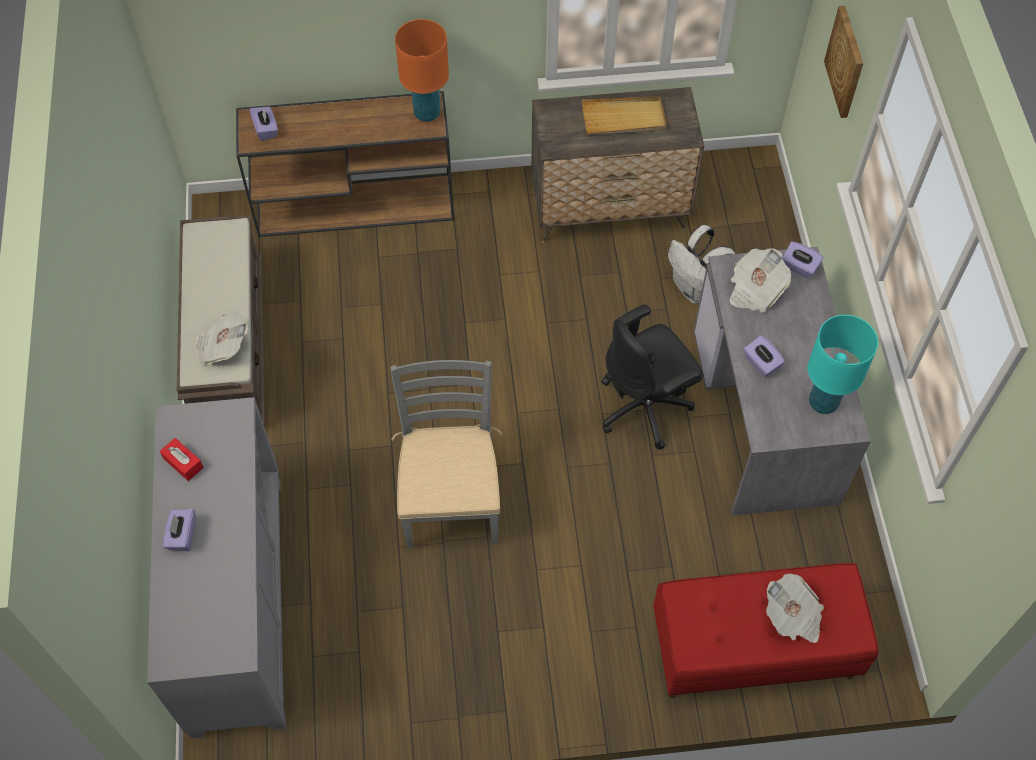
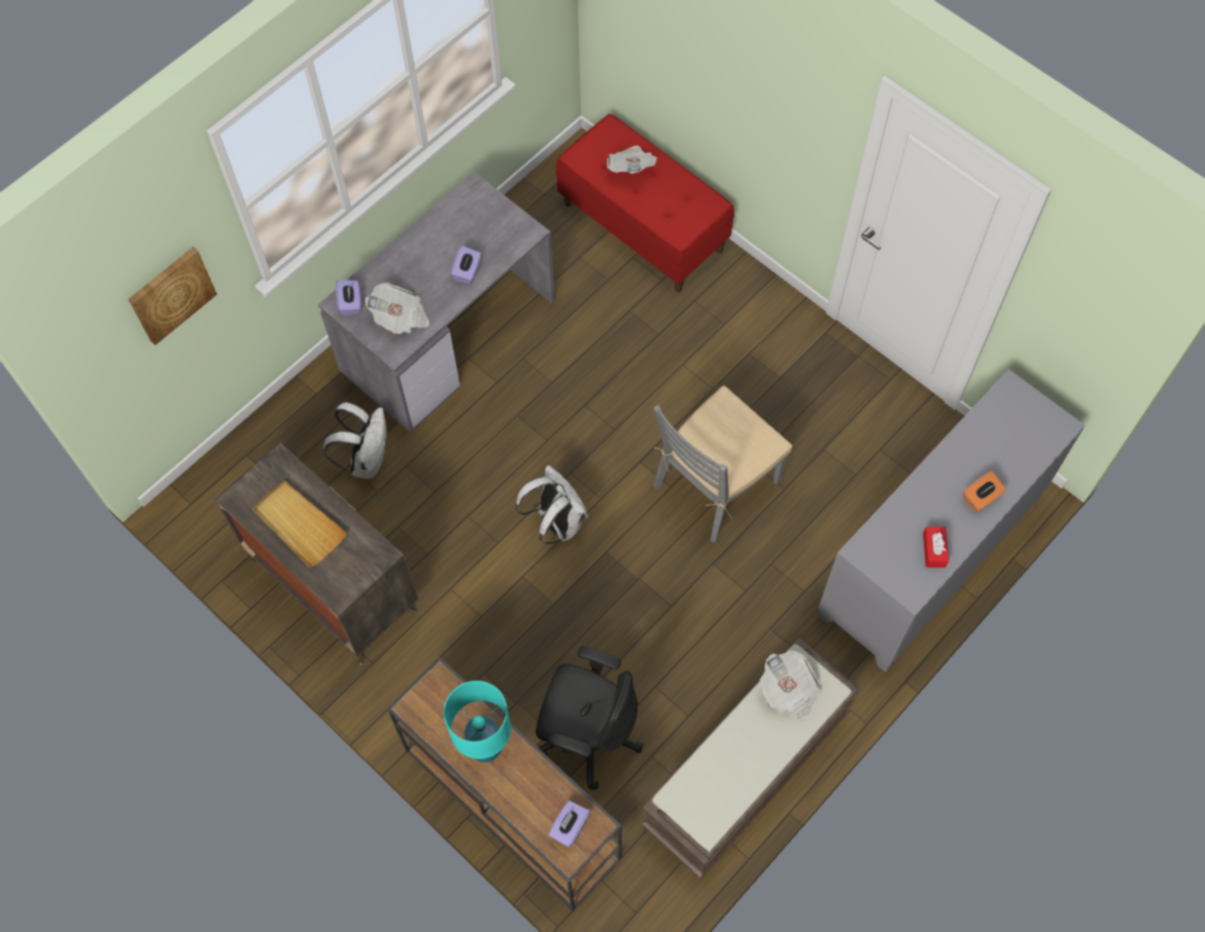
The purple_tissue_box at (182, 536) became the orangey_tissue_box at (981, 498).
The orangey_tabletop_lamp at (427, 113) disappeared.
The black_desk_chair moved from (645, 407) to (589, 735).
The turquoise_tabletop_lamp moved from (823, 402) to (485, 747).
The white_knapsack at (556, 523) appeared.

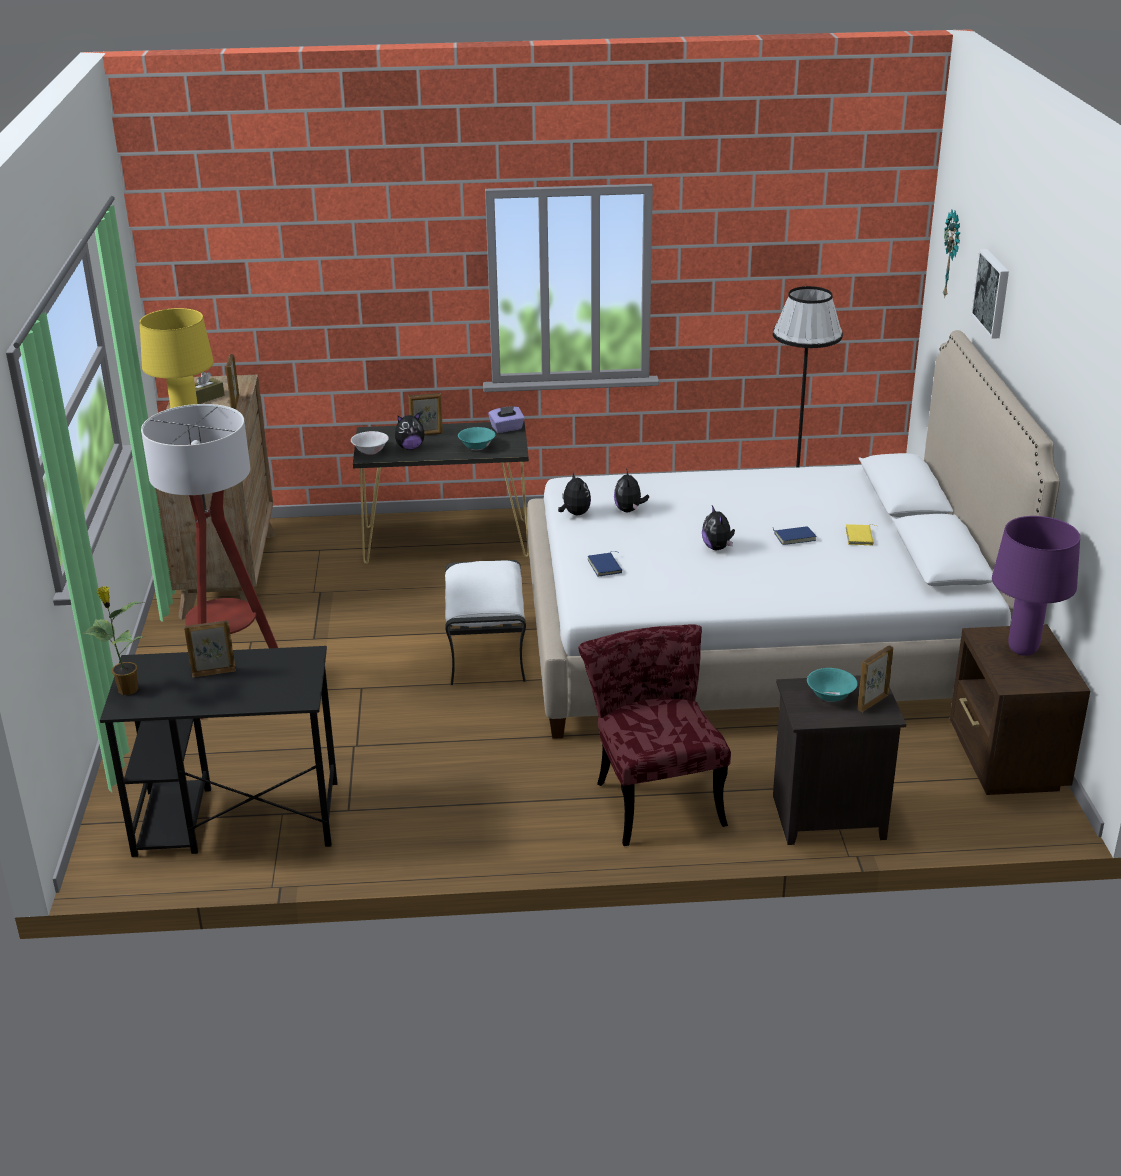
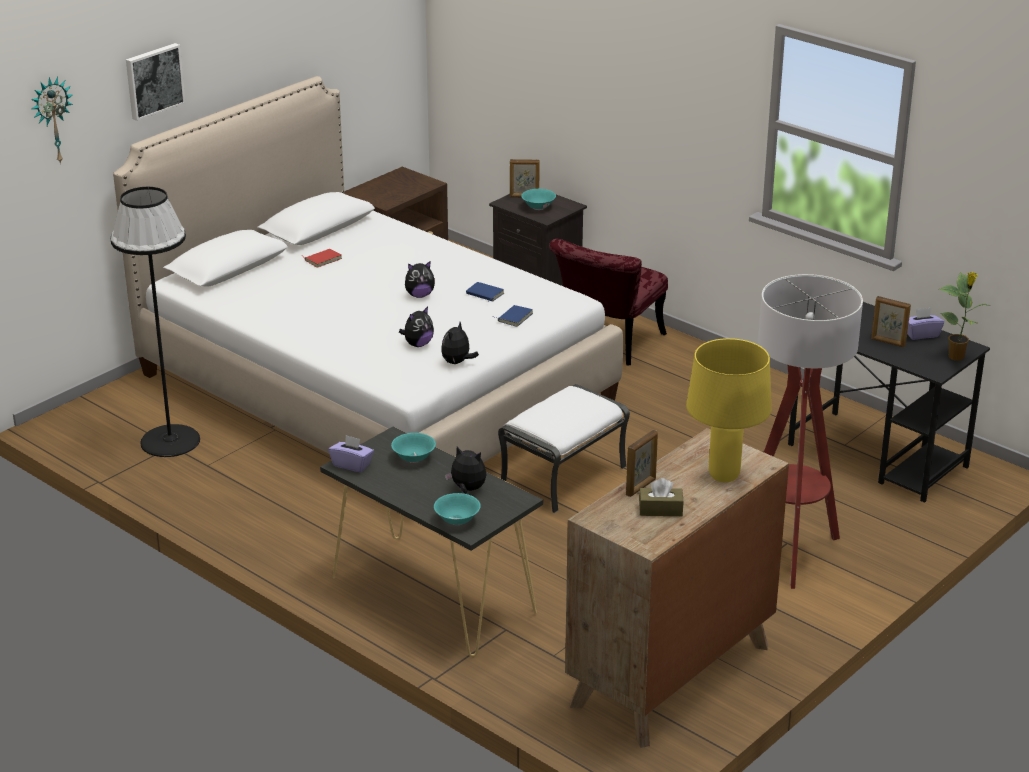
The white_deep_dish at (370, 451) disappeared.
The picture_frame at (427, 434) disappeared.
The cuddly_toy at (717, 548) turned 45 degrees clockwise.
The bluish_volume moved from (794, 537) to (484, 294).
The yellow_volume at (860, 537) became the red_volume at (322, 259).
The purple_tabletop_lamp at (1022, 649) disappeared.
The turquoise_deep_dish at (457, 520) appeared.
The purple_tissue_box at (921, 334) appeared.

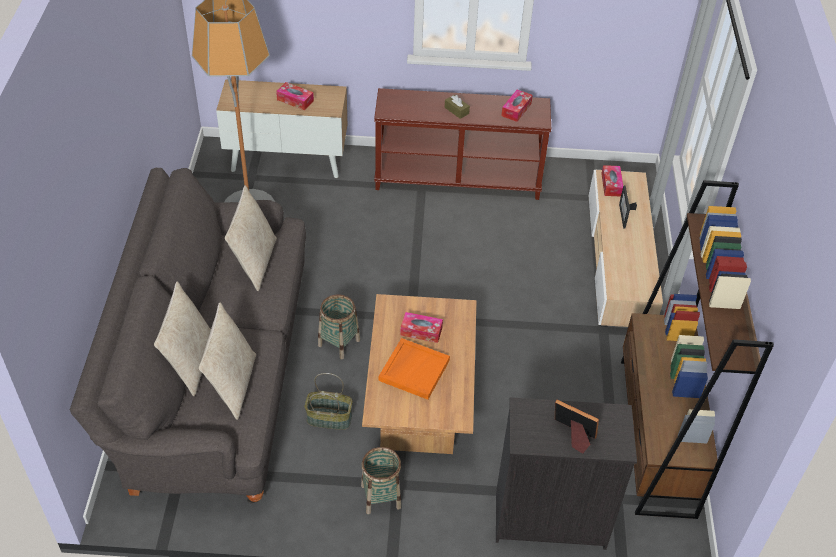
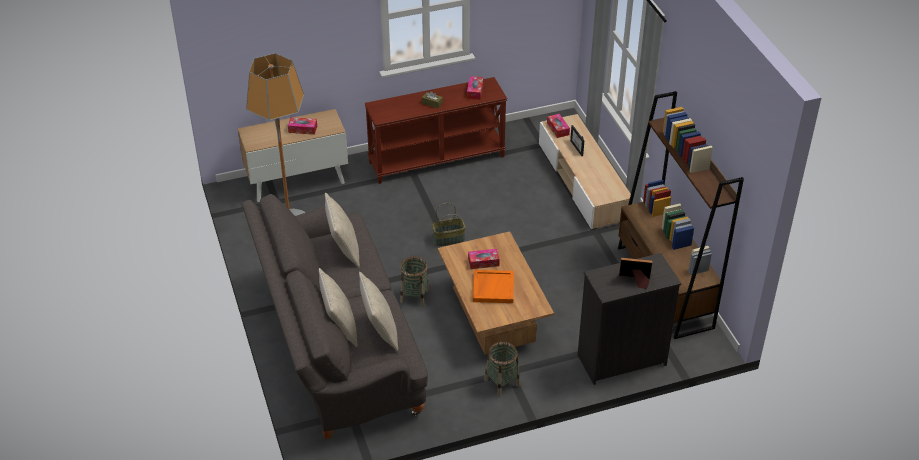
The storage_basket moved from (329, 418) to (449, 239).

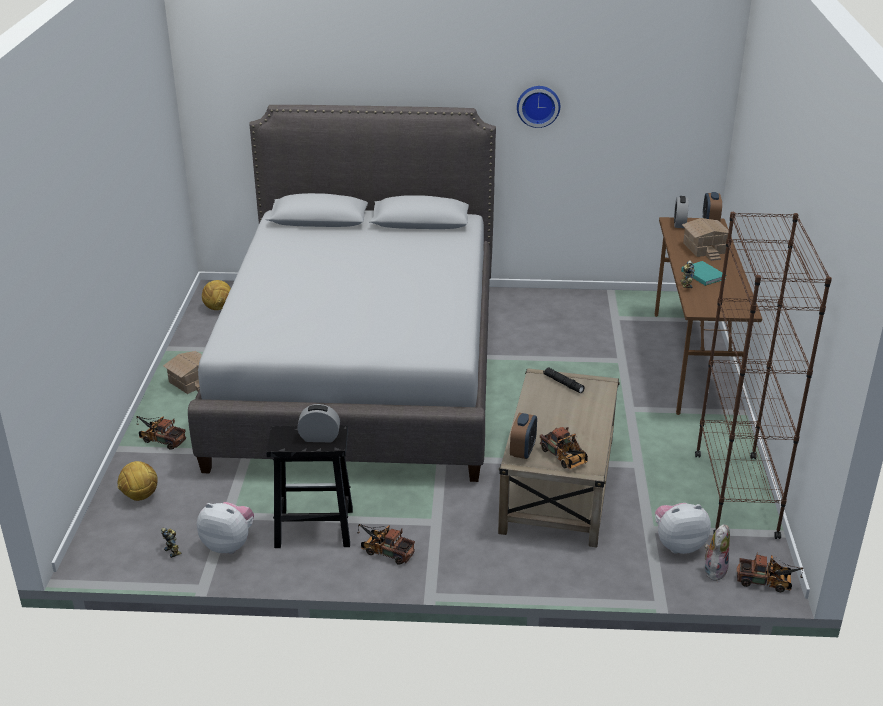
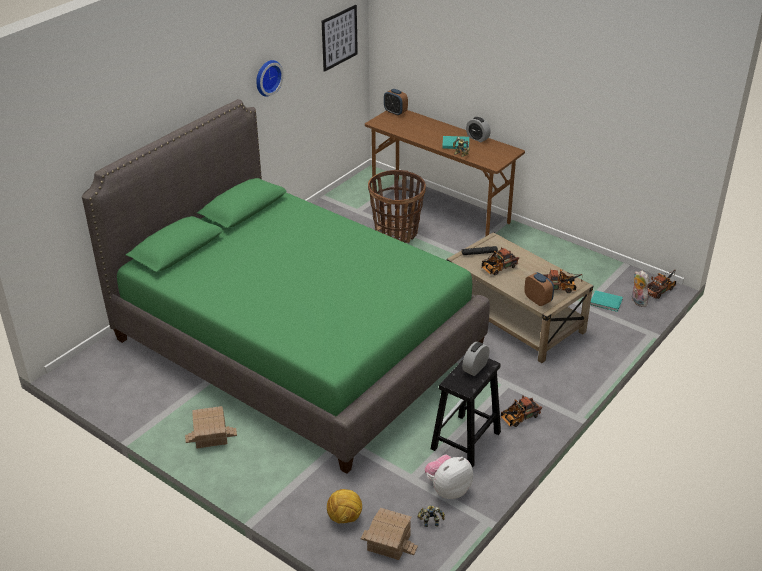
The toy_truck moved from (160, 439) to (497, 269).
The grey_bedroom_bed at (361, 371) became the green-coloured_bedroom_bed at (297, 343).
The football_ball at (219, 308) disappeared.
The cuddly_toy at (678, 544) was replaced by the turquoise_volume at (606, 302).
The bedside_clock moved from (679, 223) to (477, 138).
The miniature_house moved from (703, 248) to (388, 543).
The brown_bookshelf at (735, 494) disappeared.
The picture at (339, 37) appeared.
The storage_basket at (396, 232) appeared.

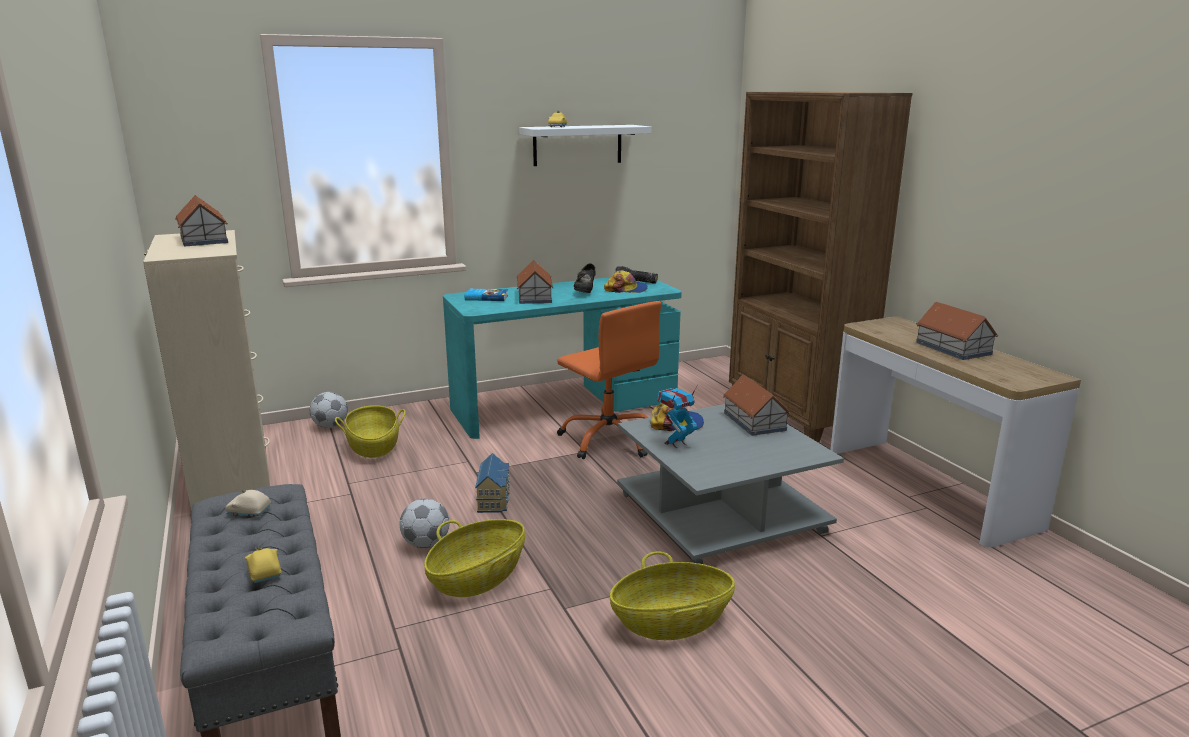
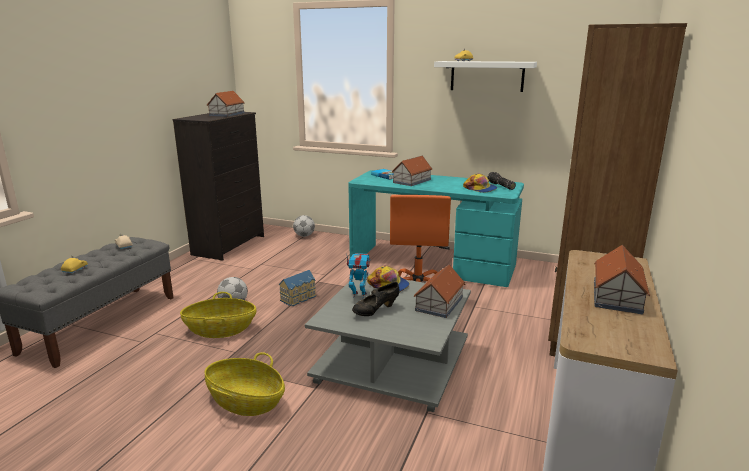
The beige-coloured_chest_of_drawers at (233, 478) became the black_chest_of_drawers at (230, 245).
The storage_basket at (373, 446) disappeared.
The black_item_of_footwear moved from (585, 291) to (376, 311).

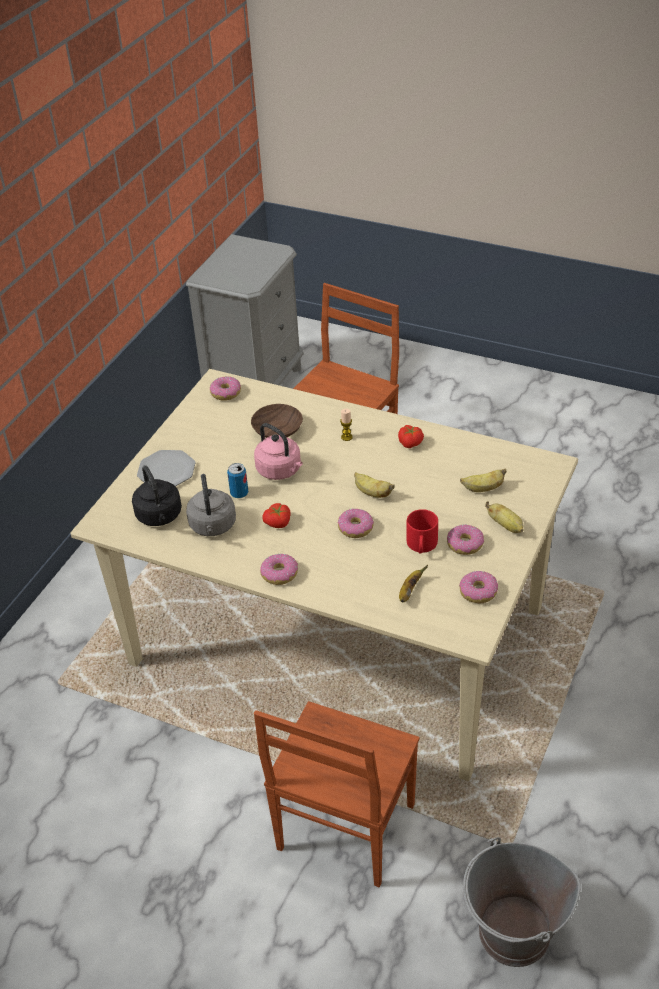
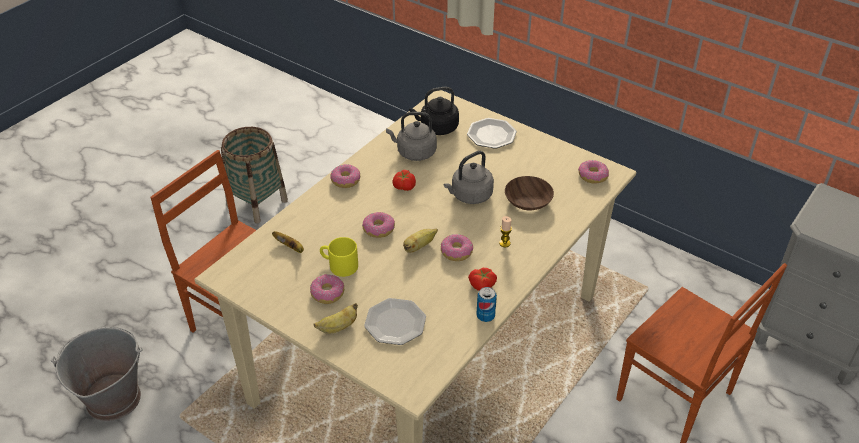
The sealed_can moved from (239, 493) to (485, 316).
The pink_water_kettle at (280, 471) became the grey_water_kettle at (469, 196).
The red_tea_mug at (422, 546) became the yellow_tea_mug at (339, 265).
The donut moved from (478, 591) to (456, 252).
The banana at (483, 489) was replaced by the flat_dish at (395, 323).
The storage_basket at (257, 203) appeared.

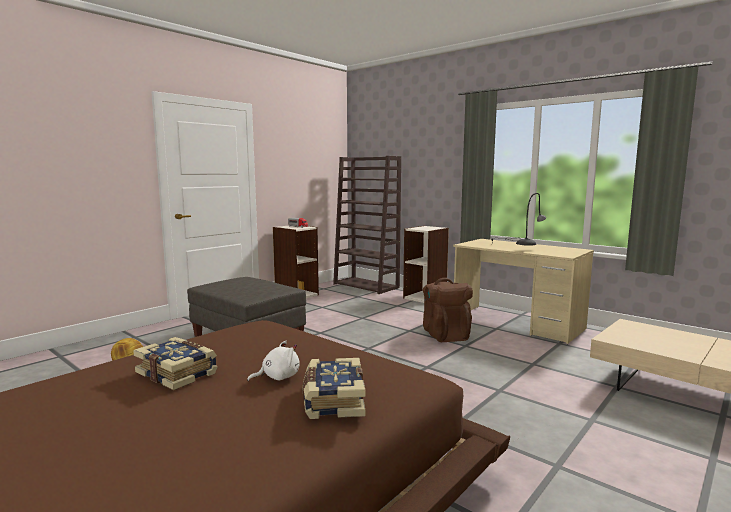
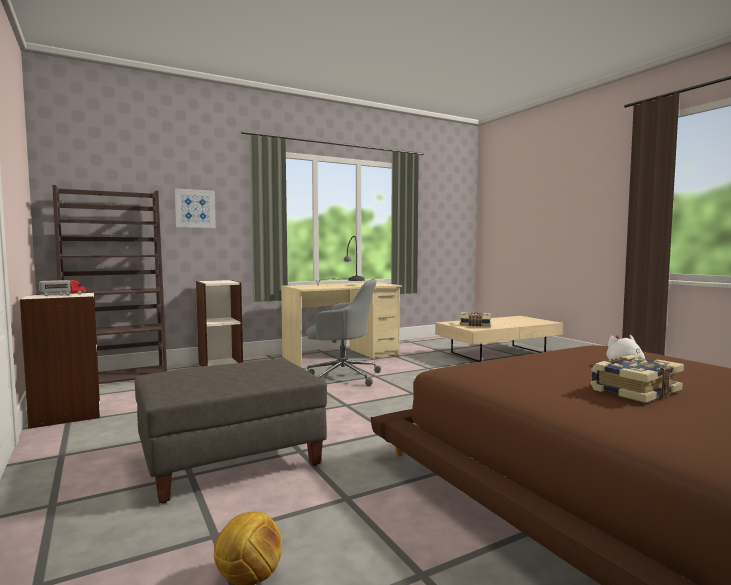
The volume moved from (333, 400) to (475, 325).
The brown_knapsack at (445, 334) was replaced by the grey_desk_chair at (341, 376).
The picture at (195, 208) appeared.

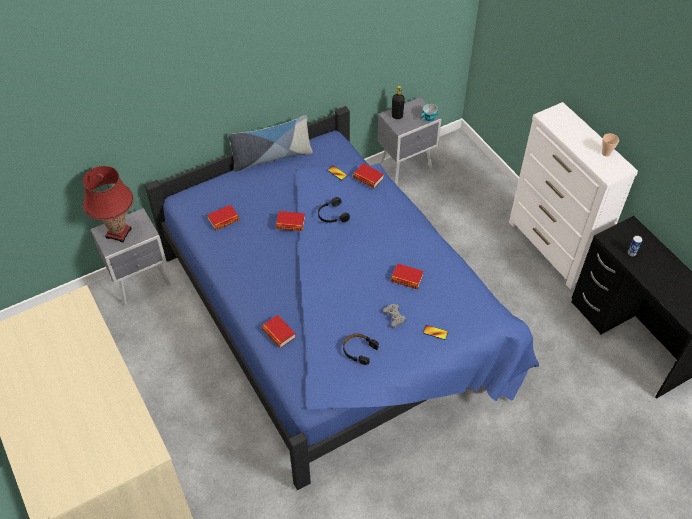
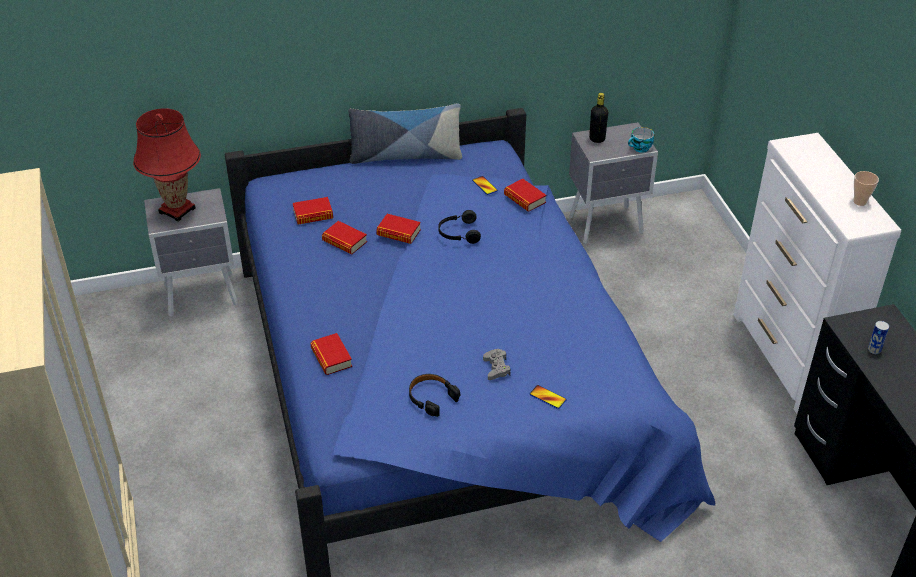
The volume moved from (406, 278) to (344, 241).

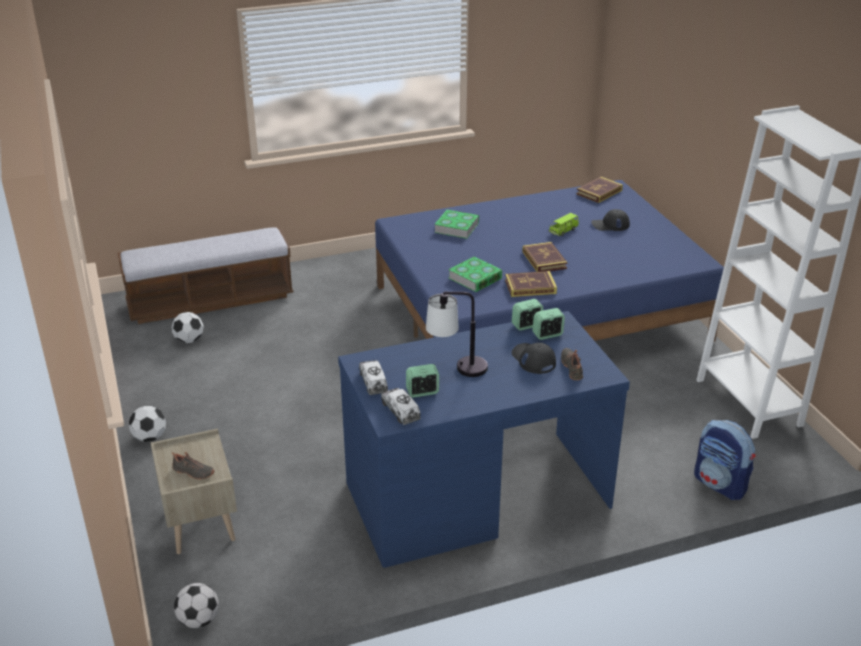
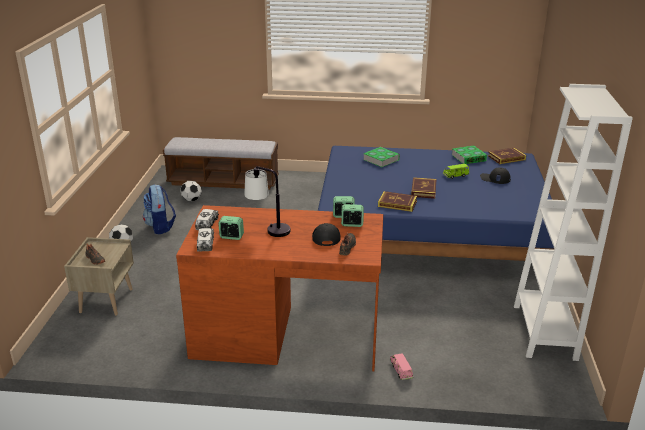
The football_ball at (199, 620) disappeared.
The bluish_desk_table at (476, 494) became the brown_desk_table at (286, 333).
The volume moved from (475, 278) to (468, 158).
The knapsack moved from (720, 484) to (160, 227).
The pink_toy_car at (401, 371) appeared.

